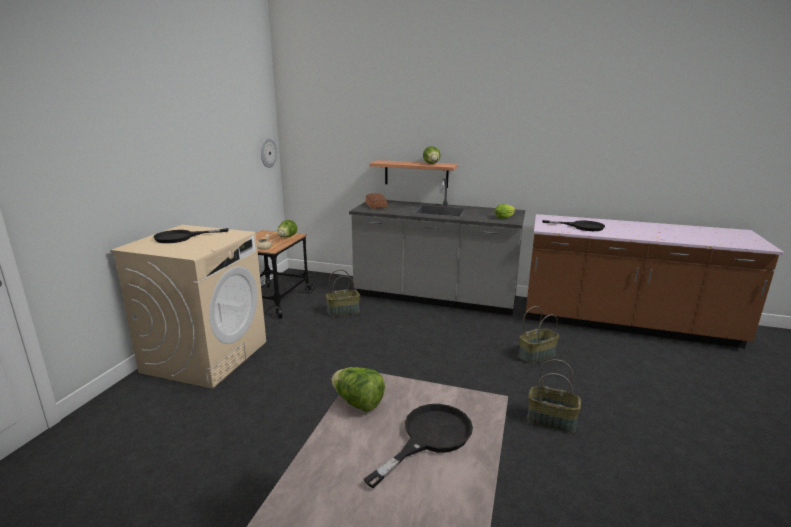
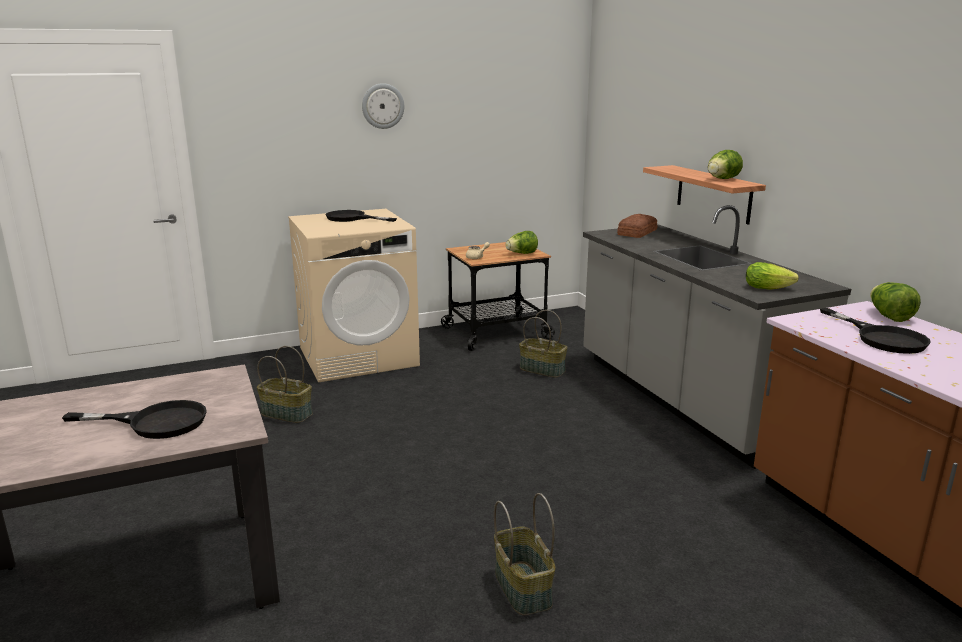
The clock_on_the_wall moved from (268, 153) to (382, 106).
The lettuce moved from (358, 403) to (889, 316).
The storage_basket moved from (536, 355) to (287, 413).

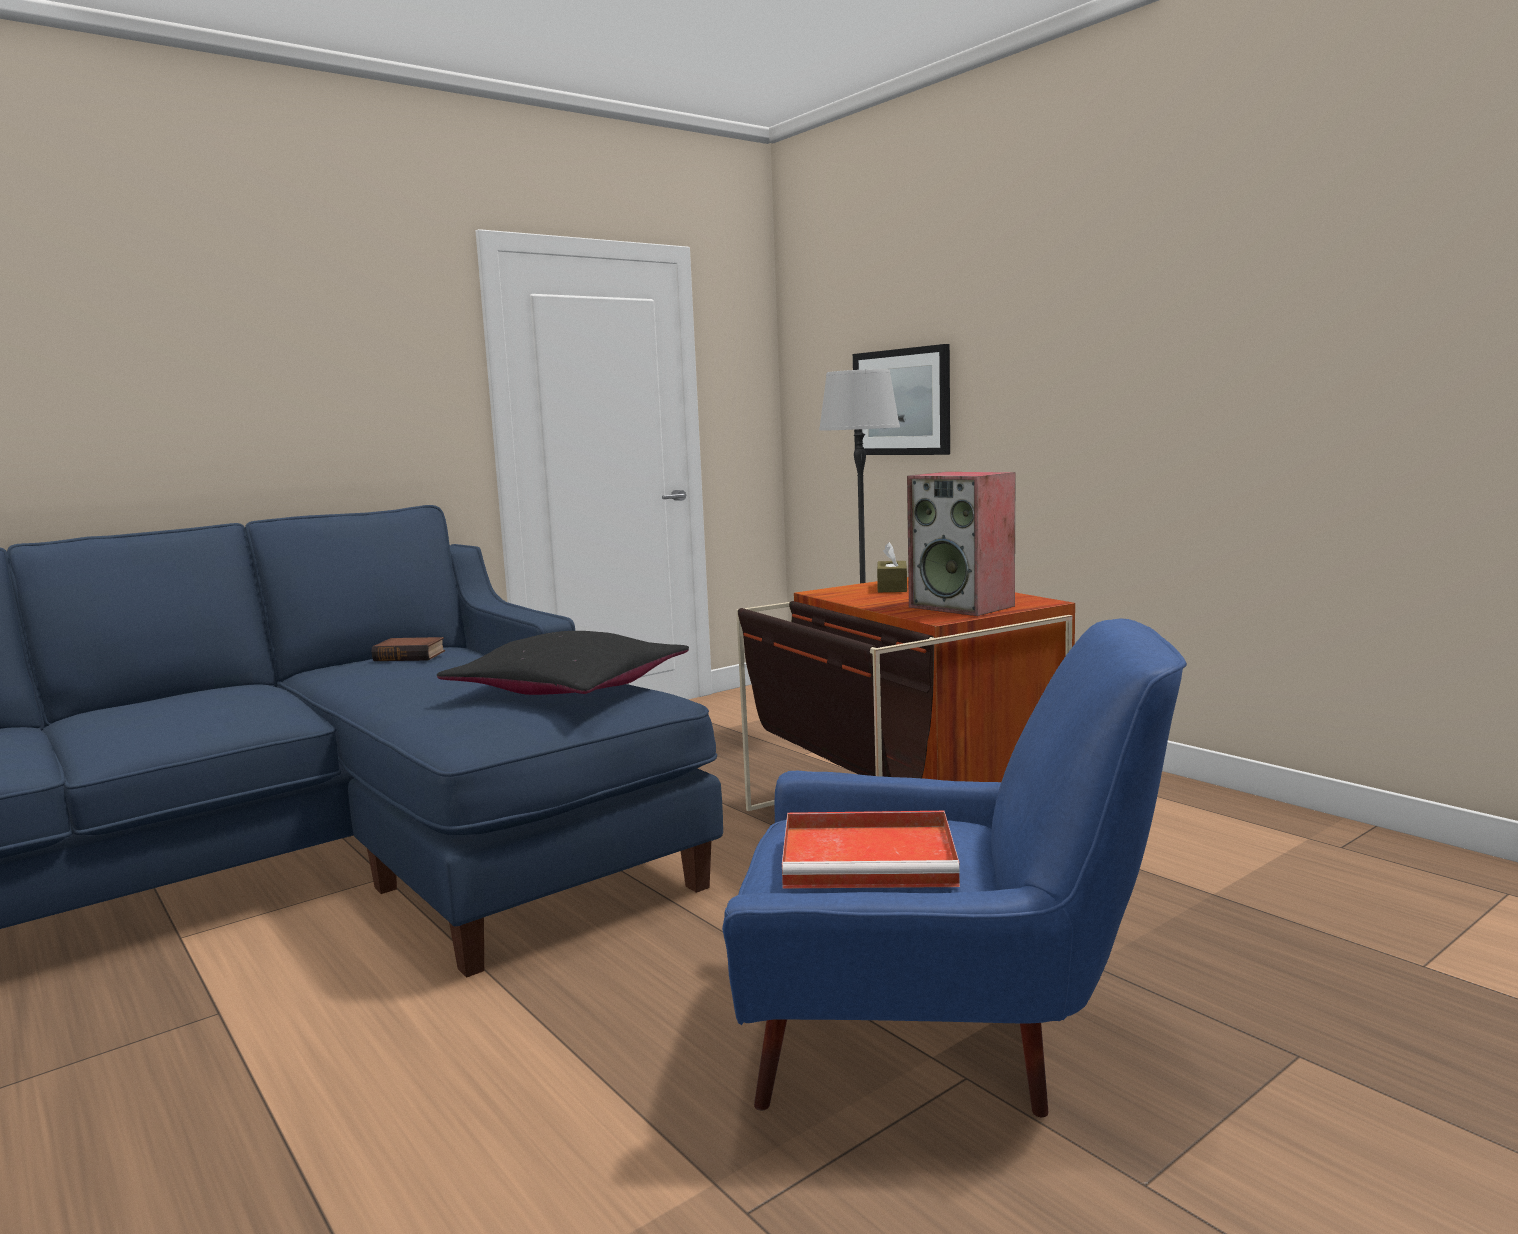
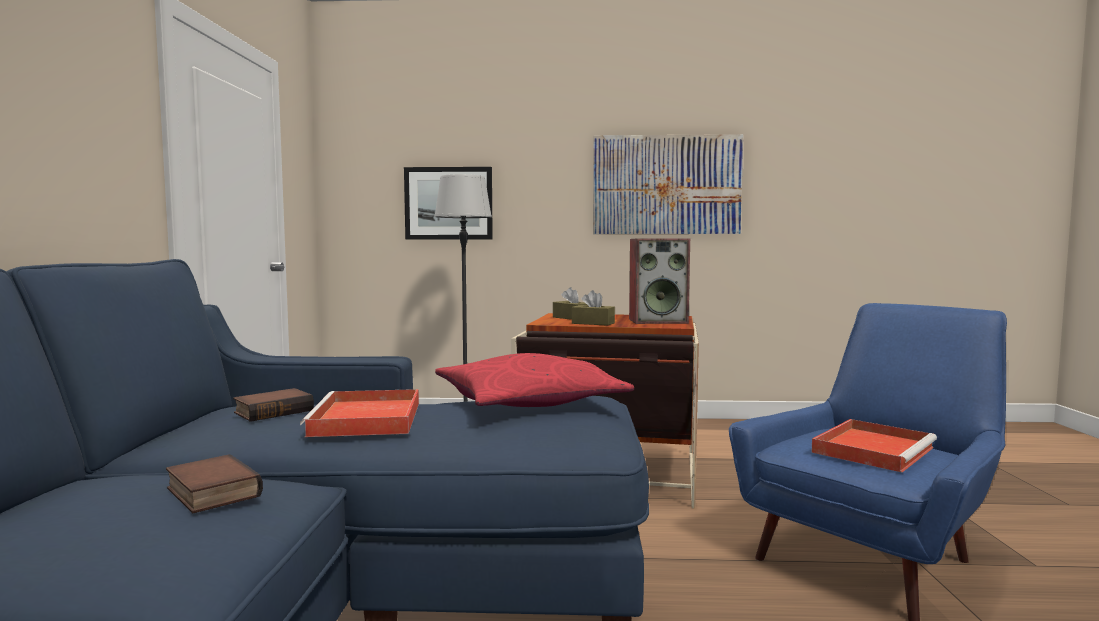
The black_cushion at (569, 689) became the red_cushion at (528, 403).
The volume at (210, 492) appeared.
The red_serving_tray at (367, 419) appeared.
The brown_tissue_box at (593, 323) appeared.
The picture at (666, 185) appeared.

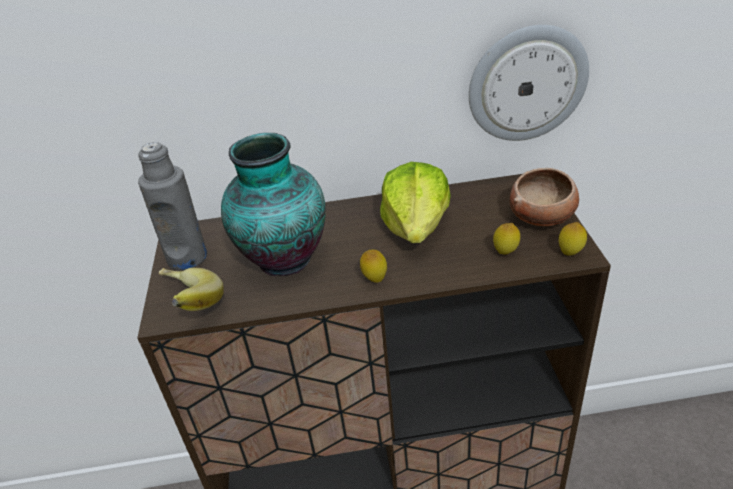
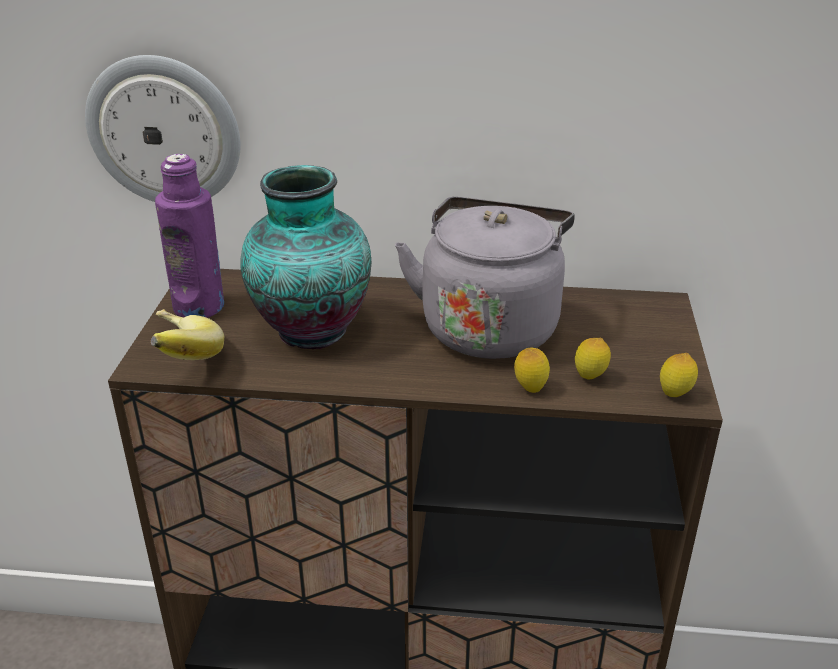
The grey_beverage_bottle at (187, 258) became the purple_beverage_bottle at (199, 307).
The citrus_fruit moved from (375, 279) to (530, 389).
The lettuce at (416, 226) was replaced by the grey_water_kettle at (490, 326).
The clock_on_the_wall moved from (527, 84) to (165, 131).
The deep_dish at (542, 216) disappeared.

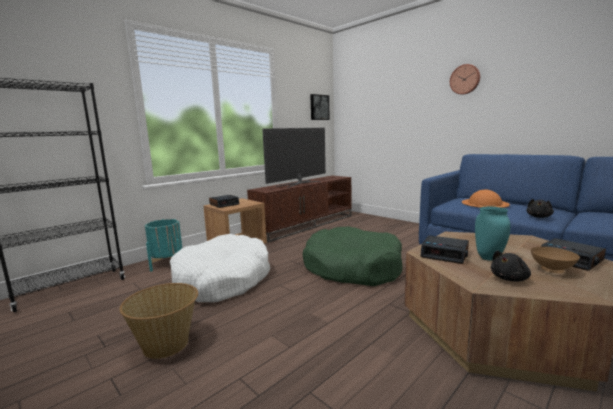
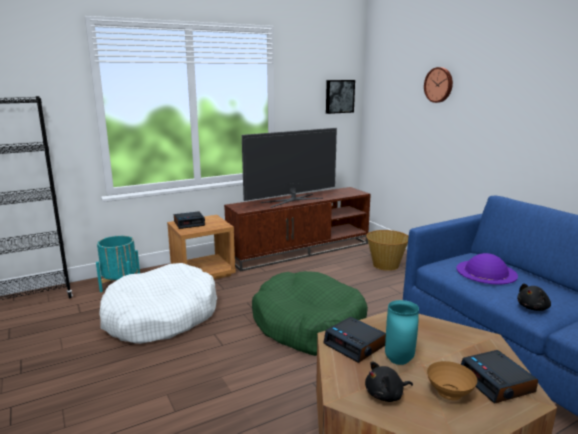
The storage_basket moved from (166, 344) to (386, 265).
The clock_on_the_wall moved from (465, 79) to (439, 85).
The orangey_hat at (484, 203) became the purple_hat at (486, 272).

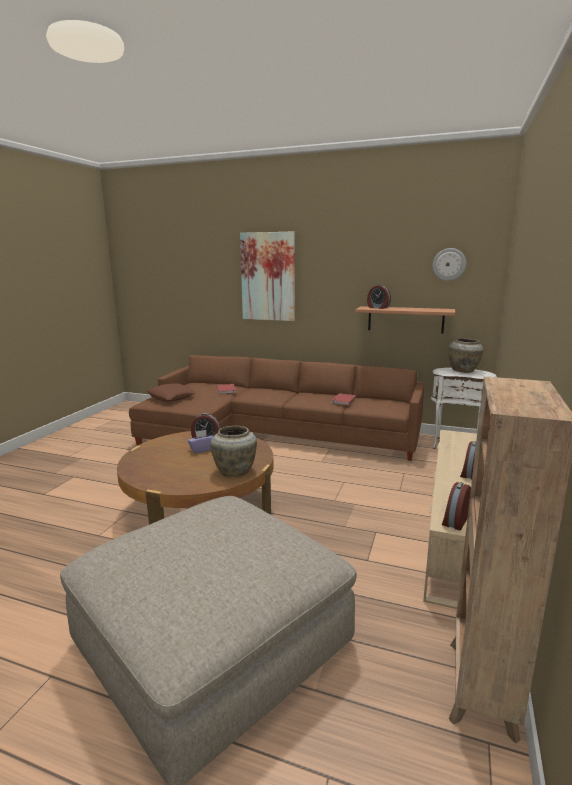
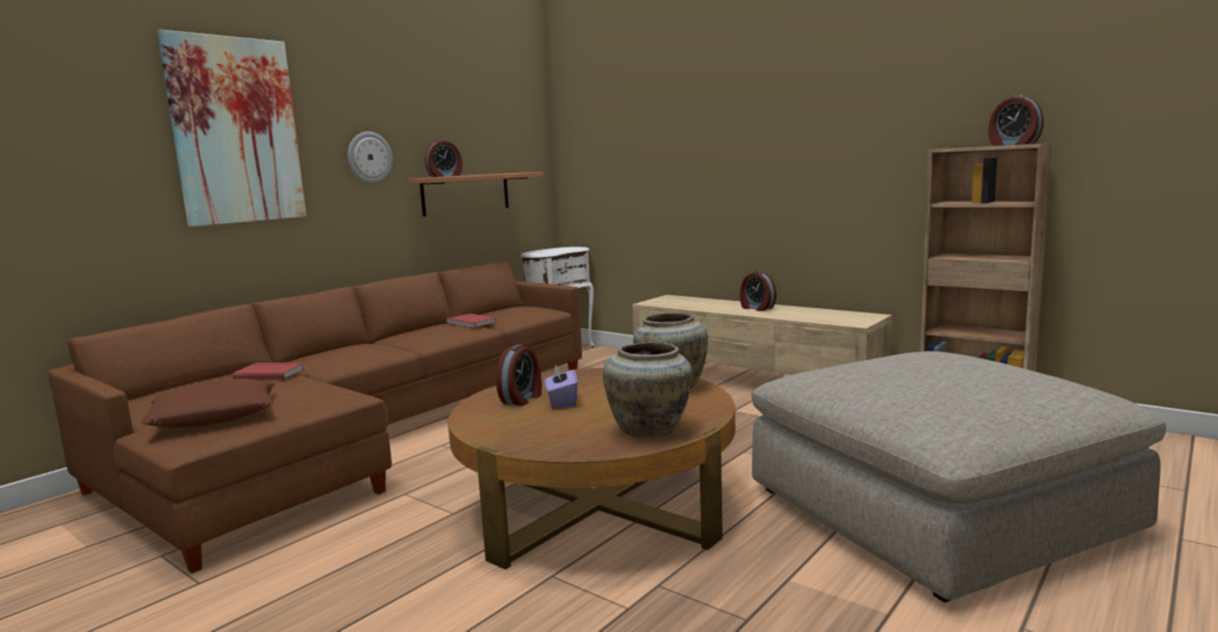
The clock_on_the_wall moved from (449, 264) to (369, 157).
The bedside_clock moved from (454, 521) to (1013, 144).
The beige-coloured_flower_vase moved from (463, 371) to (650, 430).

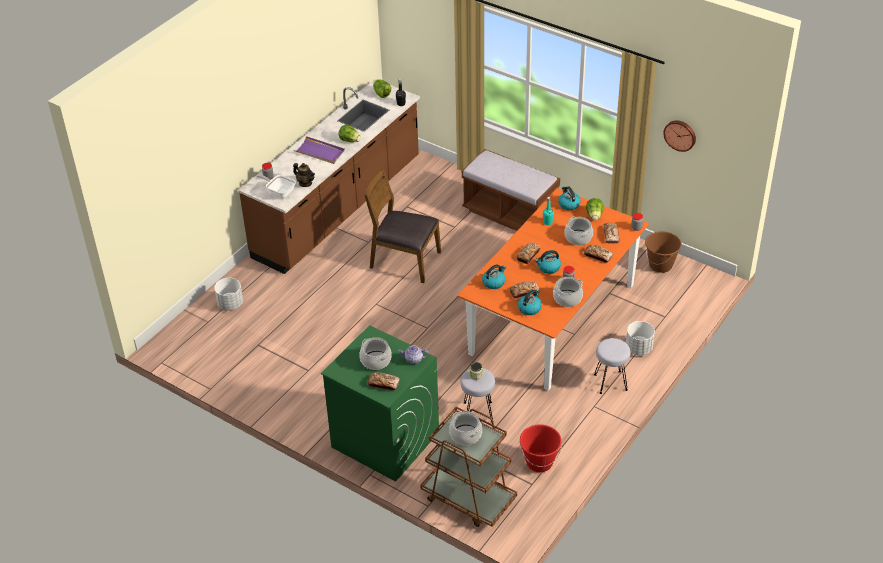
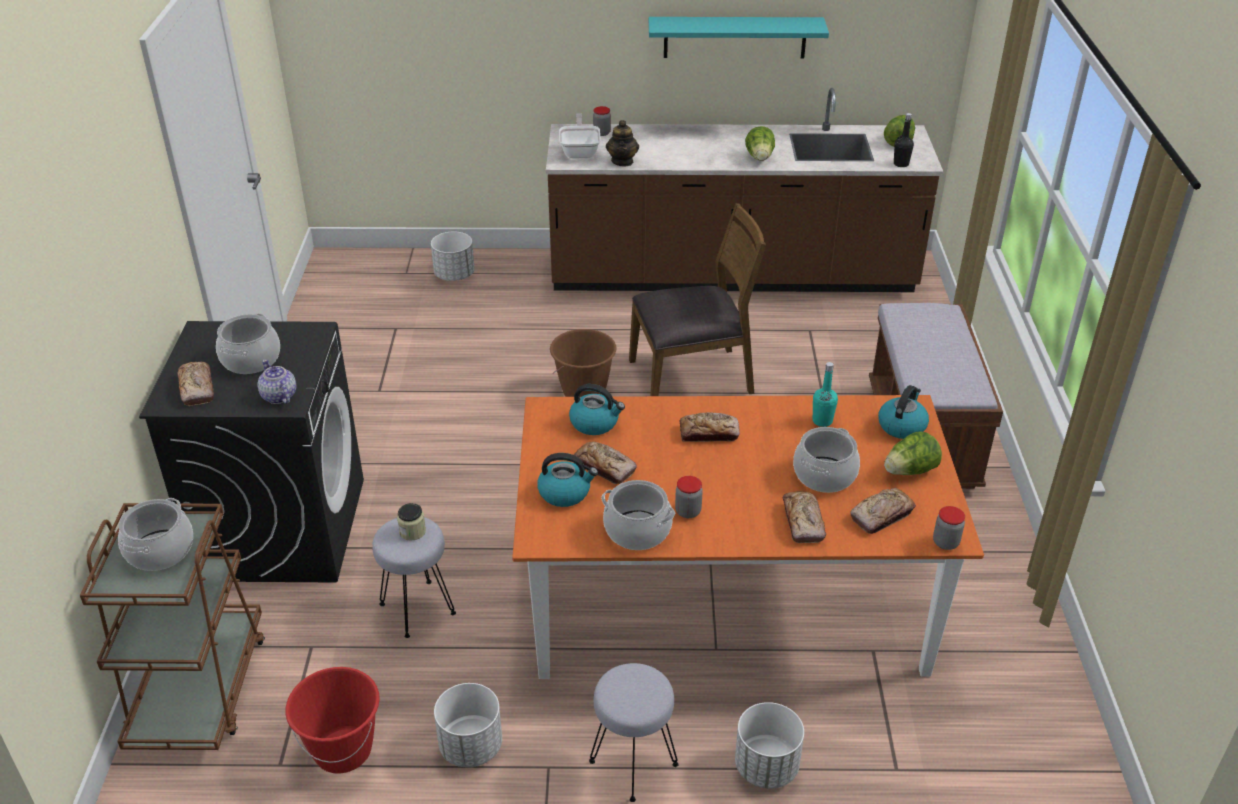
The purple_serving_tray at (320, 152) disappeared.
The green-coloured_laundry_appliance at (384, 439) became the black_laundry_appliance at (282, 528).
The brown_chair at (404, 260) turned 90 degrees clockwise.
The water_kettle at (548, 268) disappeared.
The brown_pail moved from (660, 265) to (584, 392).
The clock_on_the_wall at (680, 135) disappeared.
The white_planter at (470, 746) appeared.
The turquoise_shelf at (735, 37) appeared.

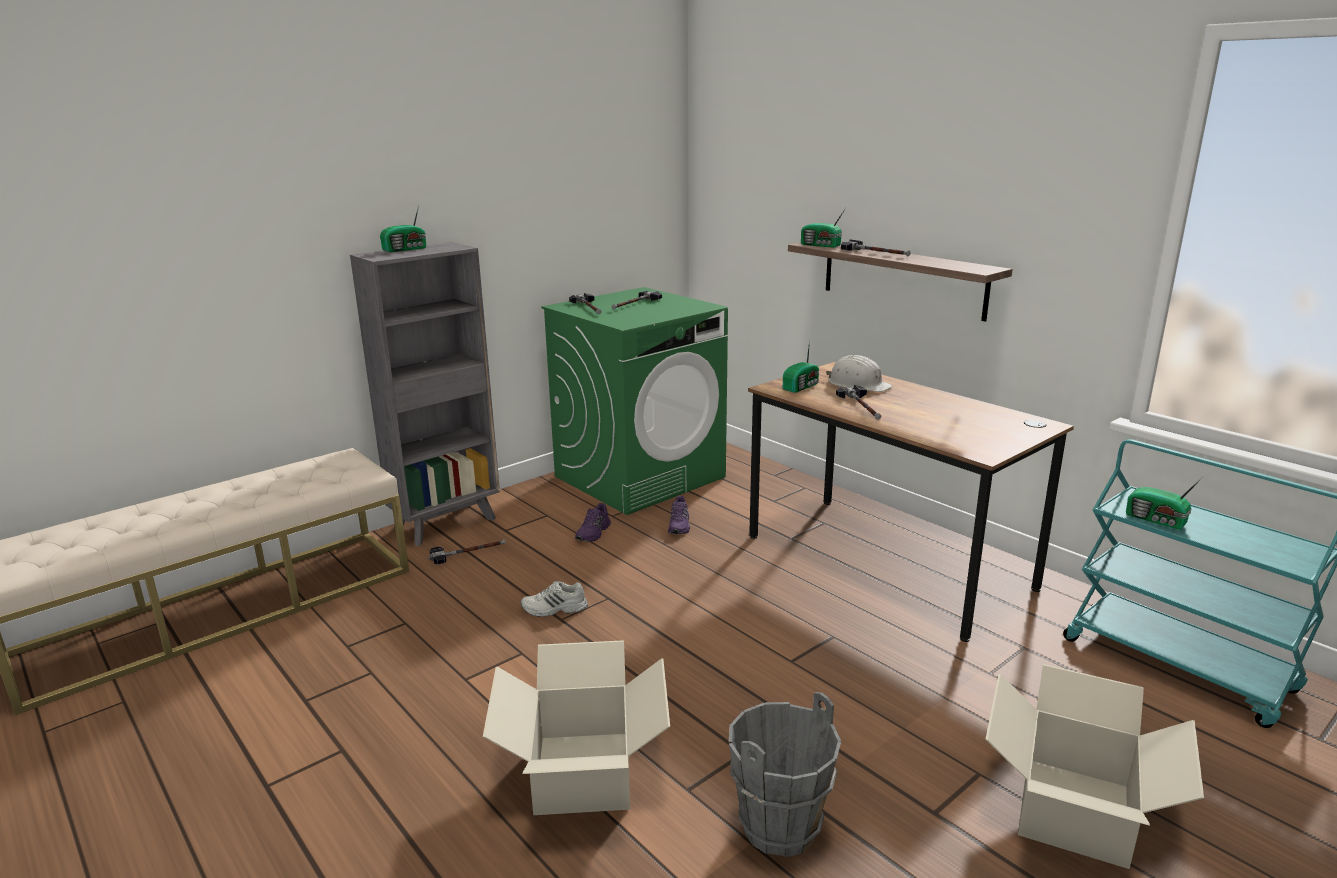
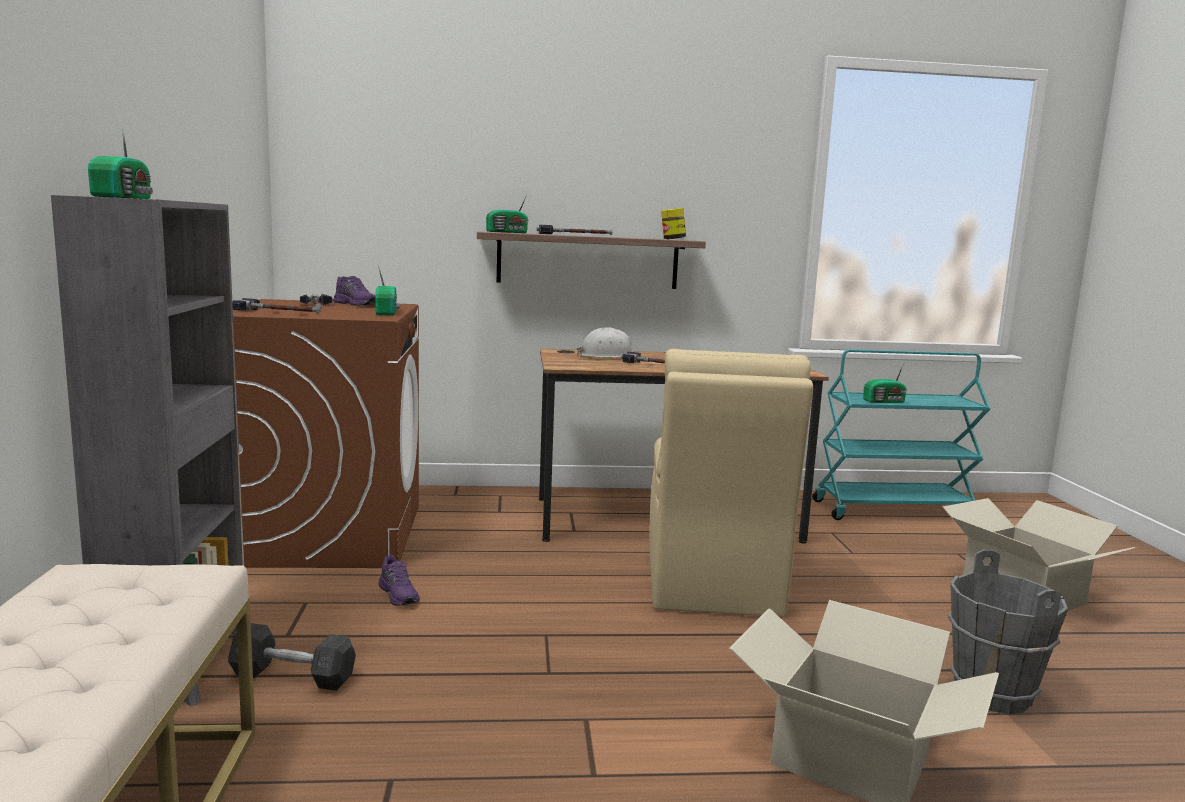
The hand_hammer at (468, 553) was replaced by the grey_free_weight at (293, 676).
The white_item_of_footwear at (554, 609) disappeared.
The green-coloured_laundry_appliance at (640, 476) became the brown_laundry_appliance at (330, 534).
The purple_item_of_footwear moved from (679, 525) to (356, 304).
The radio_receiver moved from (802, 387) to (387, 312).
The beige-coloured_chair at (711, 582) appeared.
The preserve_jar at (672, 239) appeared.

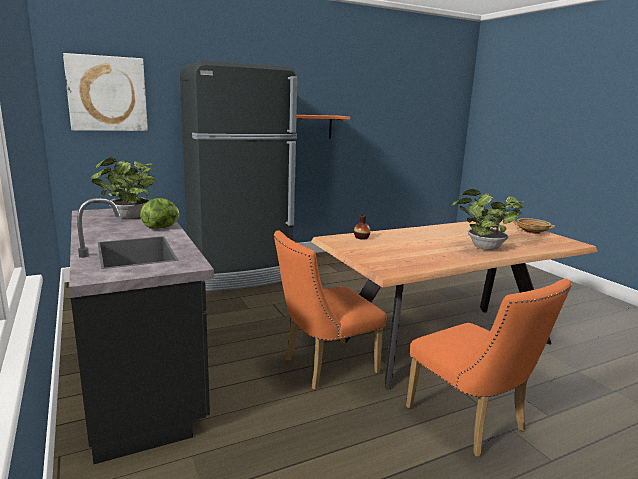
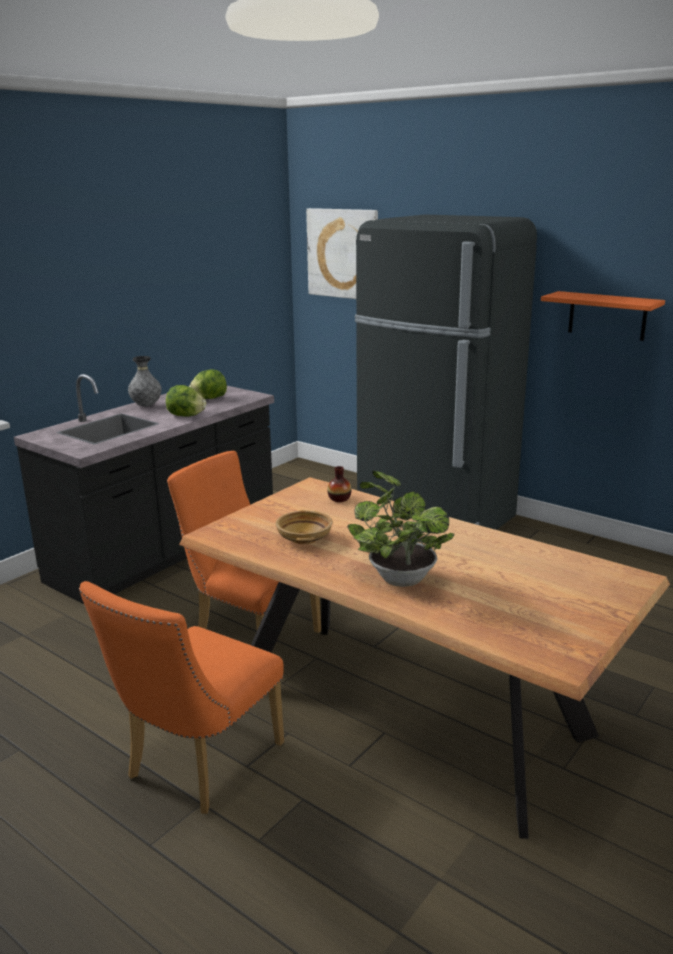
The potted_plant at (128, 217) was replaced by the lettuce at (209, 399).
The beige-coloured_deep_dish moved from (532, 232) to (305, 538).
The grey_flower_vase at (146, 406) appeared.

